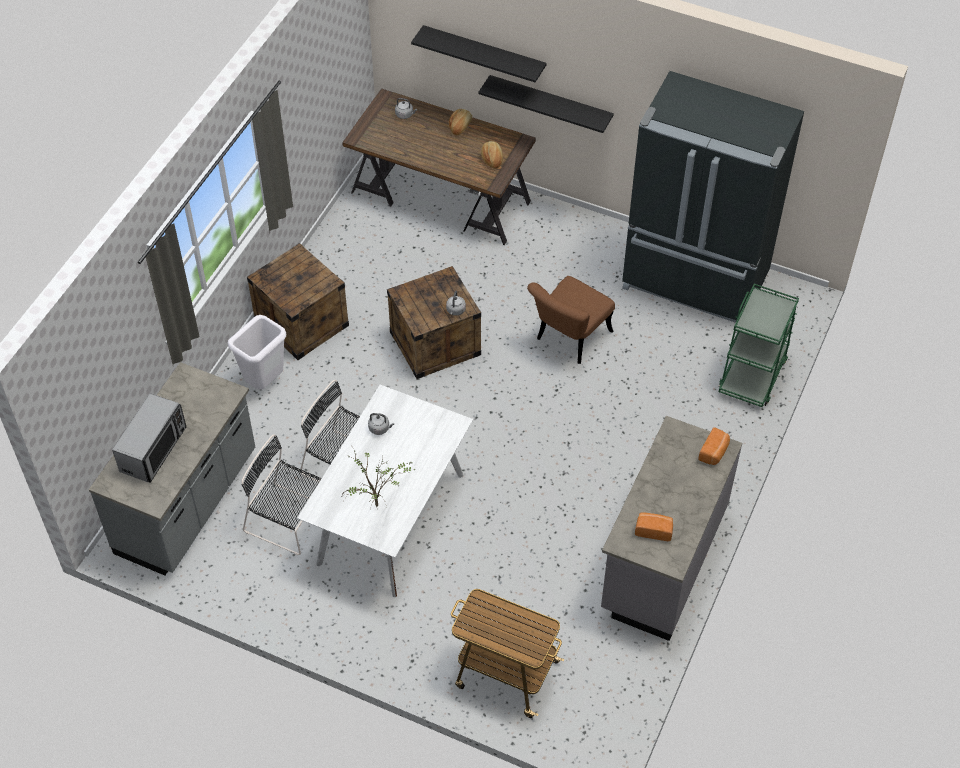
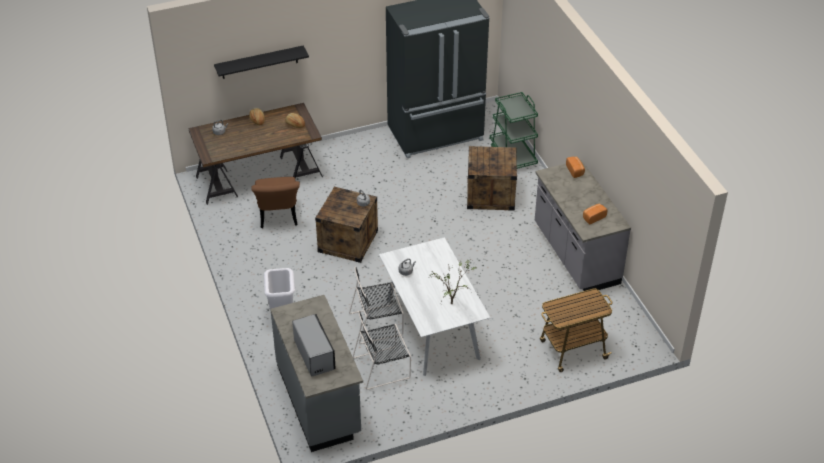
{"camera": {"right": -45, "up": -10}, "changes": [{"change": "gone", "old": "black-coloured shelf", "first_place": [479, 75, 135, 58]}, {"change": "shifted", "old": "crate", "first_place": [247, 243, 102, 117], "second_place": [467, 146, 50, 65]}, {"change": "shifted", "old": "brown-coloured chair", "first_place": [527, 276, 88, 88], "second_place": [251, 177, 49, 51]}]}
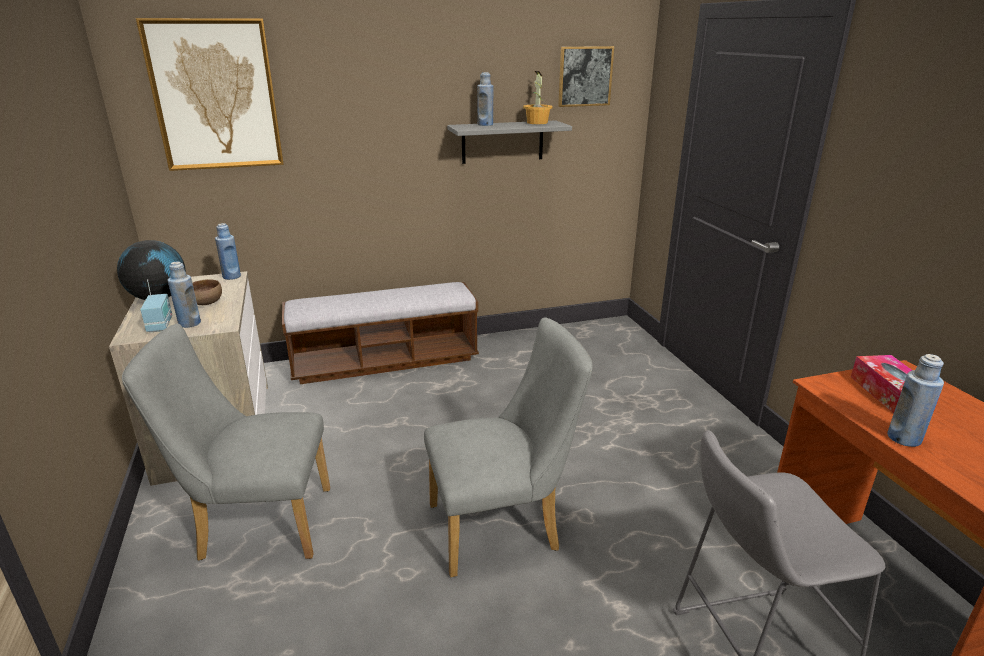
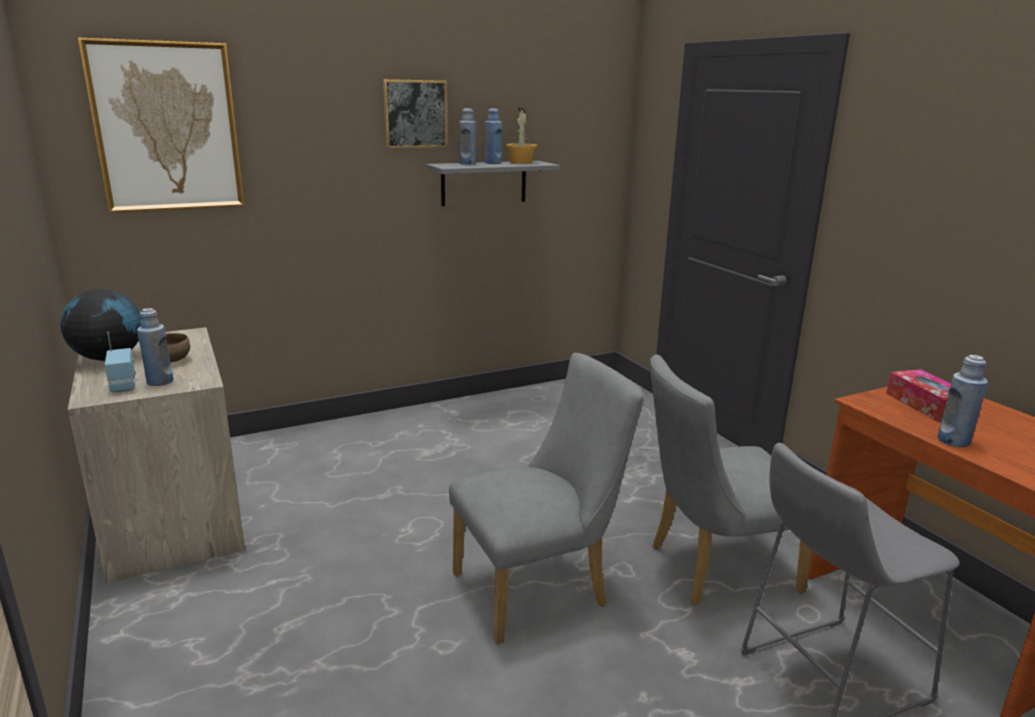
{"camera": {"right": -10, "up": -5}, "changes": [{"change": "gone", "old": "bench", "first_place": [282, 282, 197, 102]}, {"change": "shifted", "old": "greyish chair", "first_place": [122, 323, 208, 238], "second_place": [650, 354, 162, 252]}, {"change": "shifted", "old": "blue-coloured beverage bottle", "first_place": [215, 223, 26, 57], "second_place": [484, 108, 18, 56]}, {"change": "shifted", "old": "wall picture", "first_place": [558, 46, 56, 61], "second_place": [383, 79, 65, 69]}]}
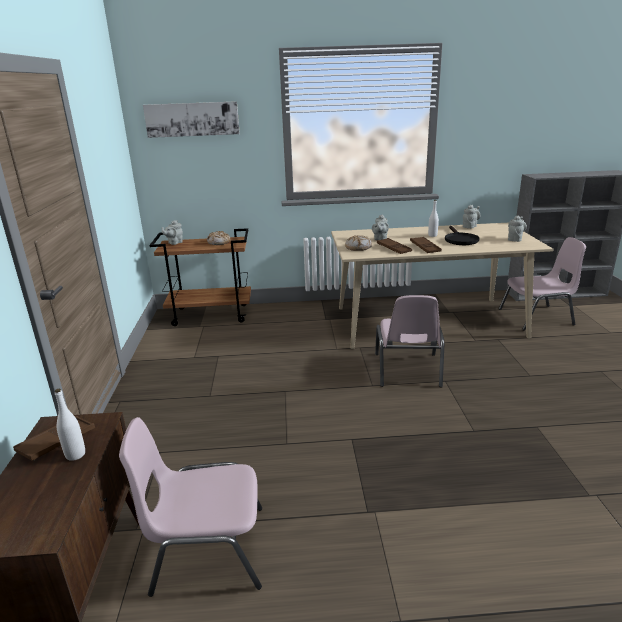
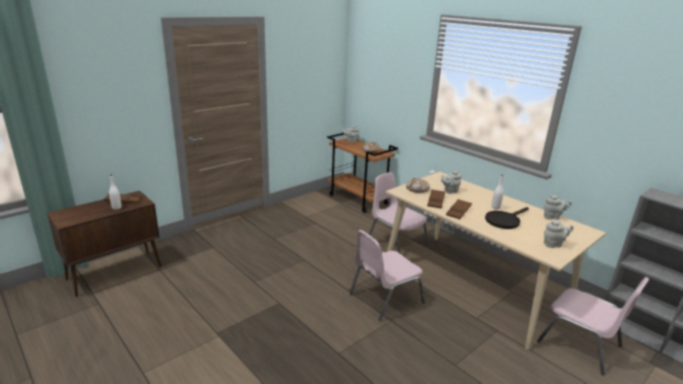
{"camera": {"right": 50, "up": 0}, "changes": [{"change": "gone", "old": "wall picture", "first_place": [143, 101, 97, 37]}, {"change": "shifted", "old": "pink-coloured chair", "first_place": [119, 417, 143, 180], "second_place": [369, 172, 59, 82]}]}
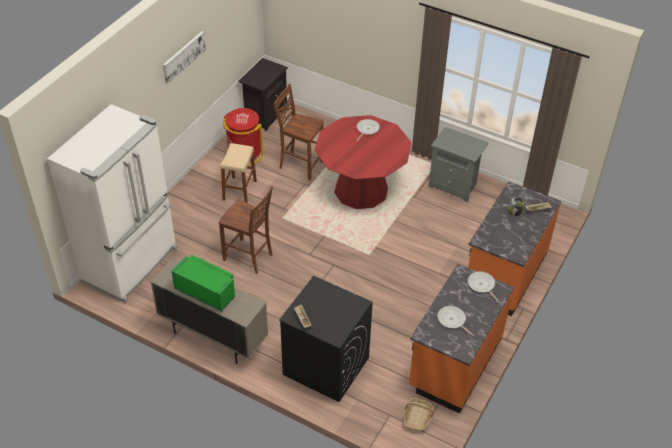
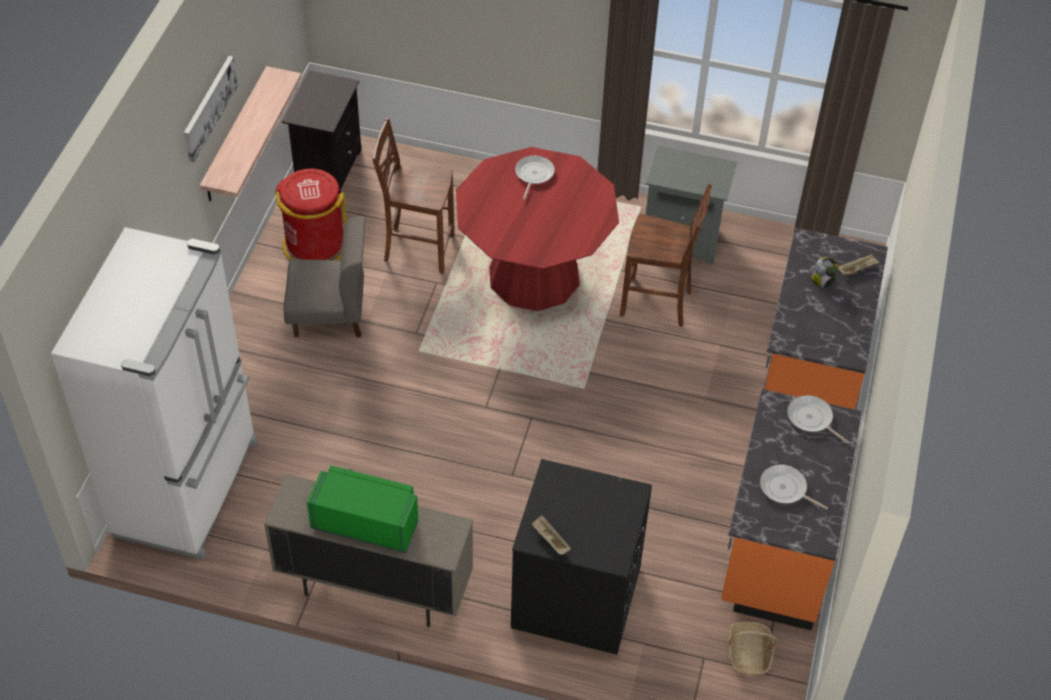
{"camera": {"right": -15, "up": 5}, "changes": [{"change": "new", "new": "shelf", "second_place": [200, 66, 102, 135]}, {"change": "shifted", "old": "brown-coloured chair", "first_place": [219, 186, 54, 88], "second_place": [620, 184, 92, 143]}, {"change": "swapped", "old": "beige stool", "new": "greyish chair", "first_place": [220, 143, 37, 60], "second_place": [284, 217, 81, 120]}]}
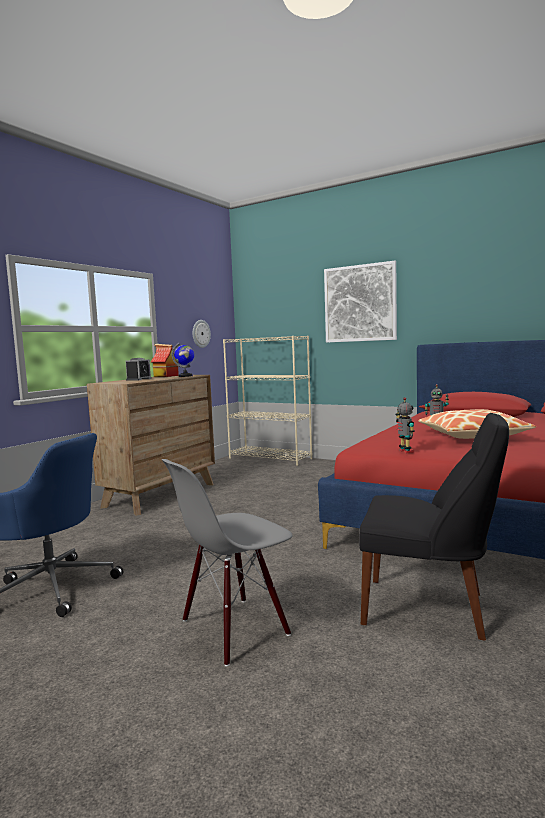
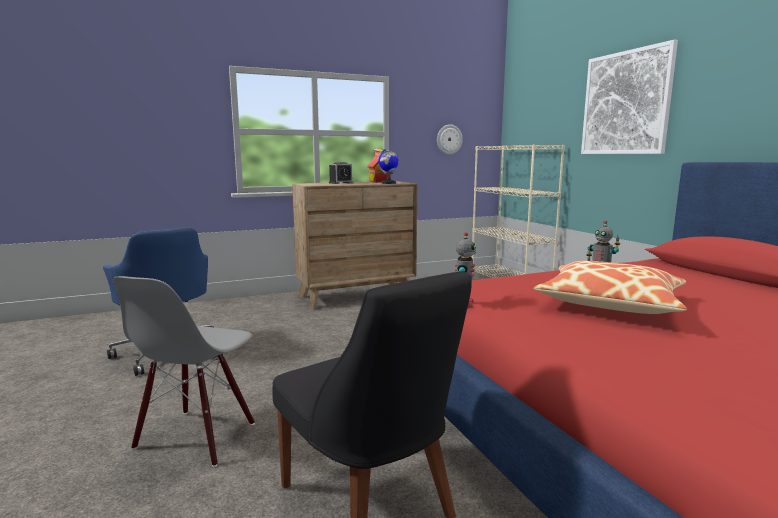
{"camera": {"right": 35, "up": 5}, "changes": [{"change": "rotated", "old": "greyish chair", "first_place": [162, 459, 131, 207], "second_place": [113, 276, 142, 191], "degrees": -75}]}
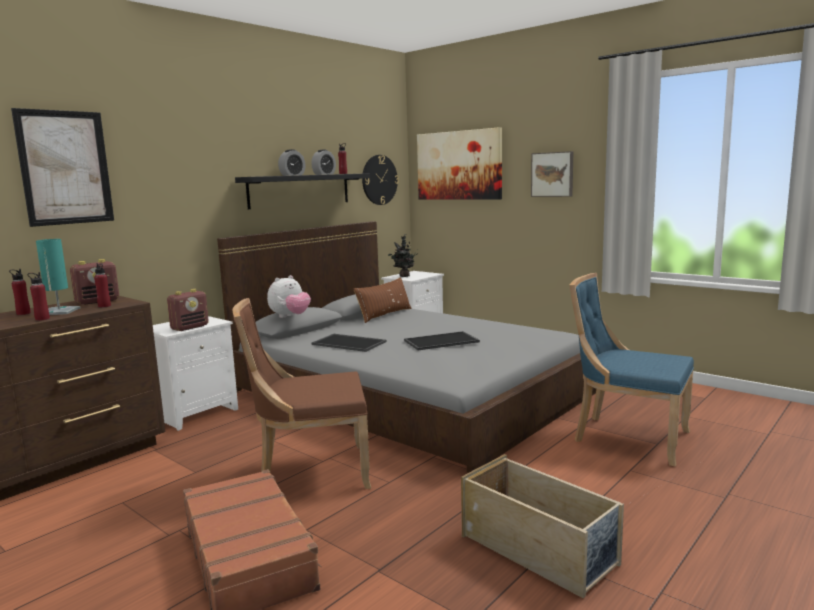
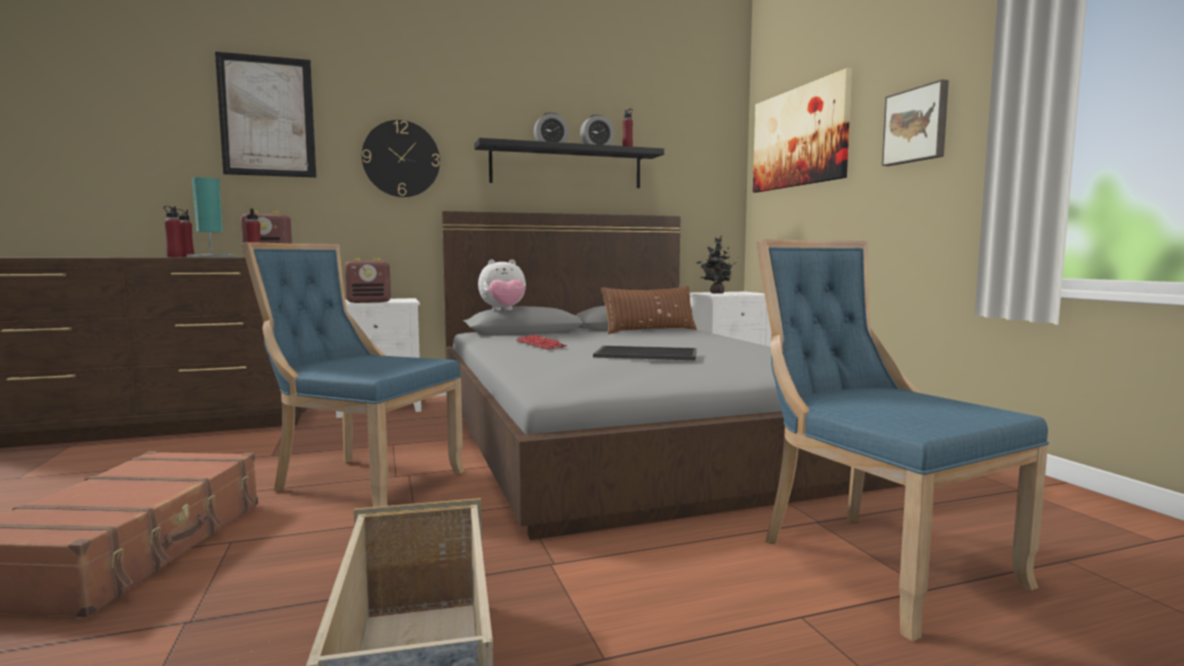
{"camera": {"right": 30, "up": -5}, "changes": [{"change": "shifted", "old": "hanging clock", "first_place": [362, 155, 37, 50], "second_place": [362, 120, 78, 77]}, {"change": "swapped", "old": "tray", "new": "keyboard", "first_place": [312, 334, 75, 18], "second_place": [516, 335, 51, 15]}, {"change": "repainted", "old": "brown-coloured chair", "new": "blue-coloured chair", "first_place": [232, 298, 139, 191], "second_place": [242, 242, 223, 265]}]}
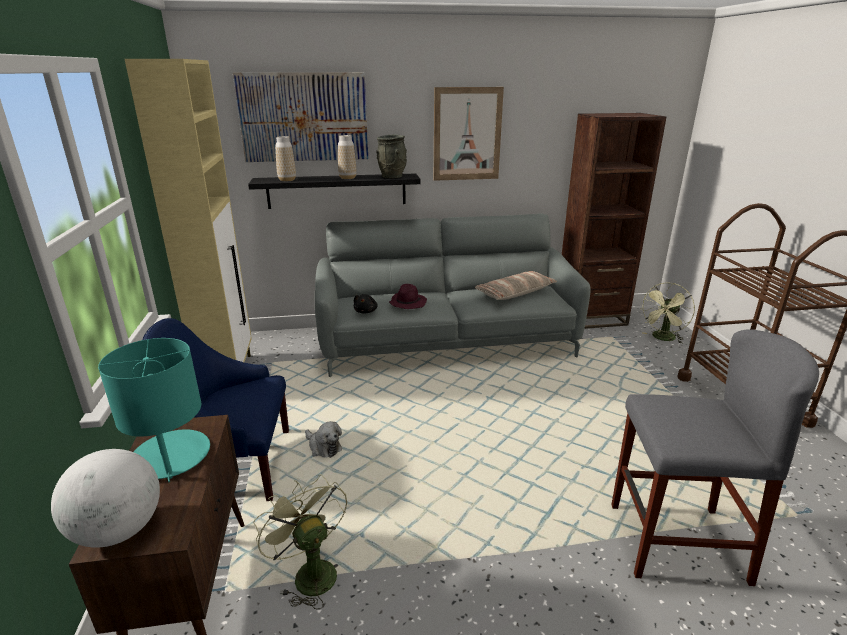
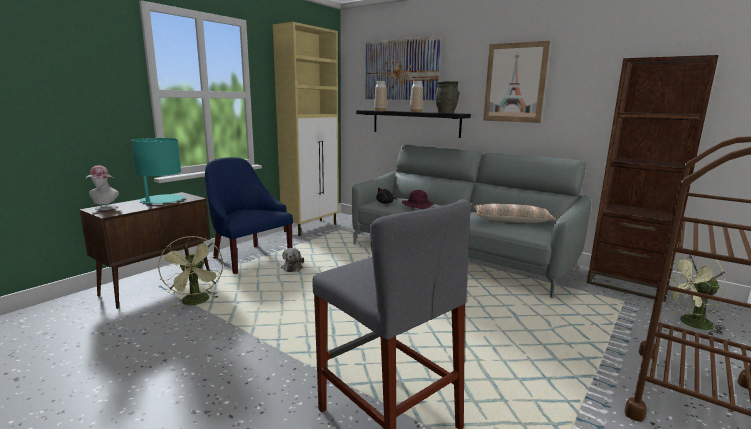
{"camera": {"right": 45, "up": -10}, "changes": [{"change": "swapped", "old": "world globe", "new": "clothing hat", "first_place": [51, 449, 109, 99], "second_place": [86, 165, 33, 45]}, {"change": "rotated", "old": "green electric fan", "first_place": [253, 474, 94, 135], "second_place": [158, 236, 65, 72], "degrees": 150}]}
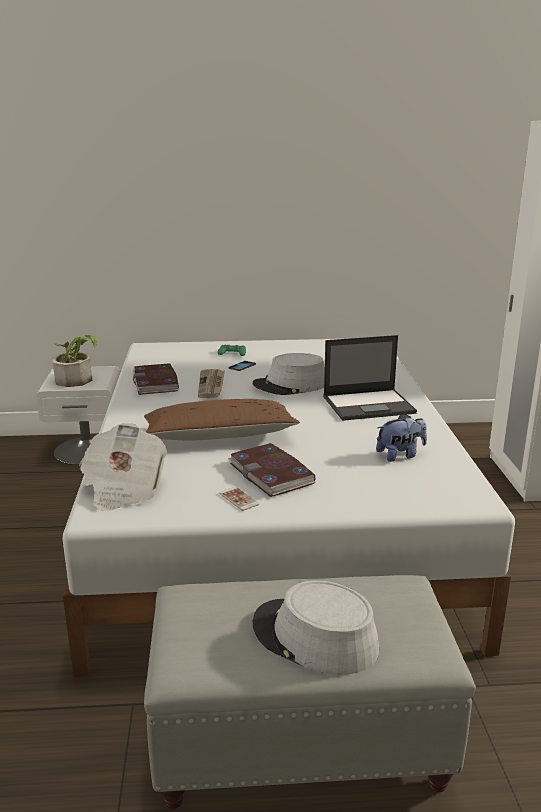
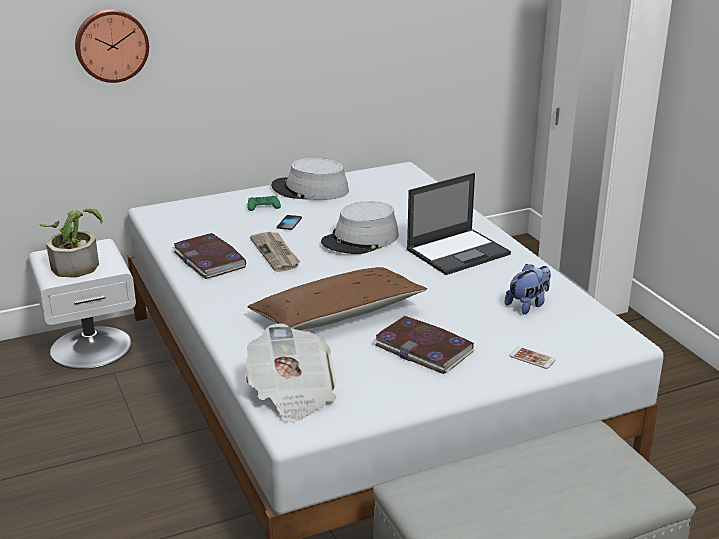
{"camera": {"right": -20, "up": 5}, "changes": [{"change": "new", "new": "hanging clock", "second_place": [75, 9, 74, 74]}, {"change": "shifted", "old": "handset", "first_place": [219, 487, 40, 24], "second_place": [509, 347, 47, 22]}, {"change": "shifted", "old": "greyish clothing hat", "first_place": [253, 580, 126, 95], "second_place": [271, 158, 78, 42]}]}
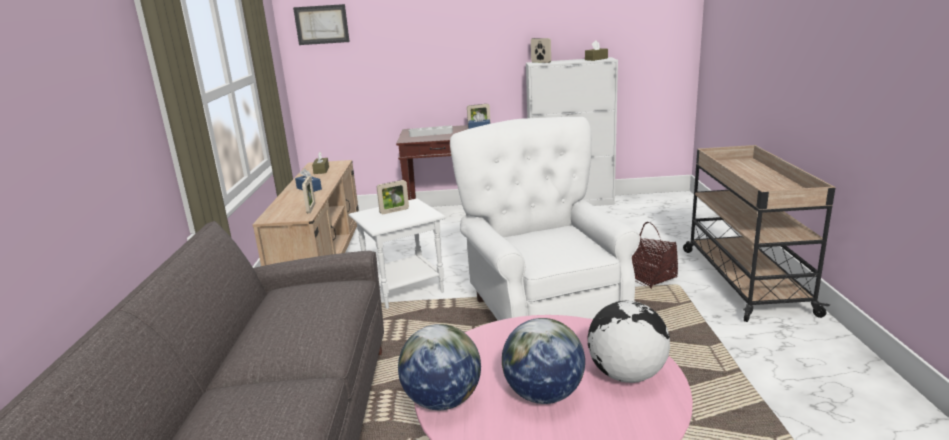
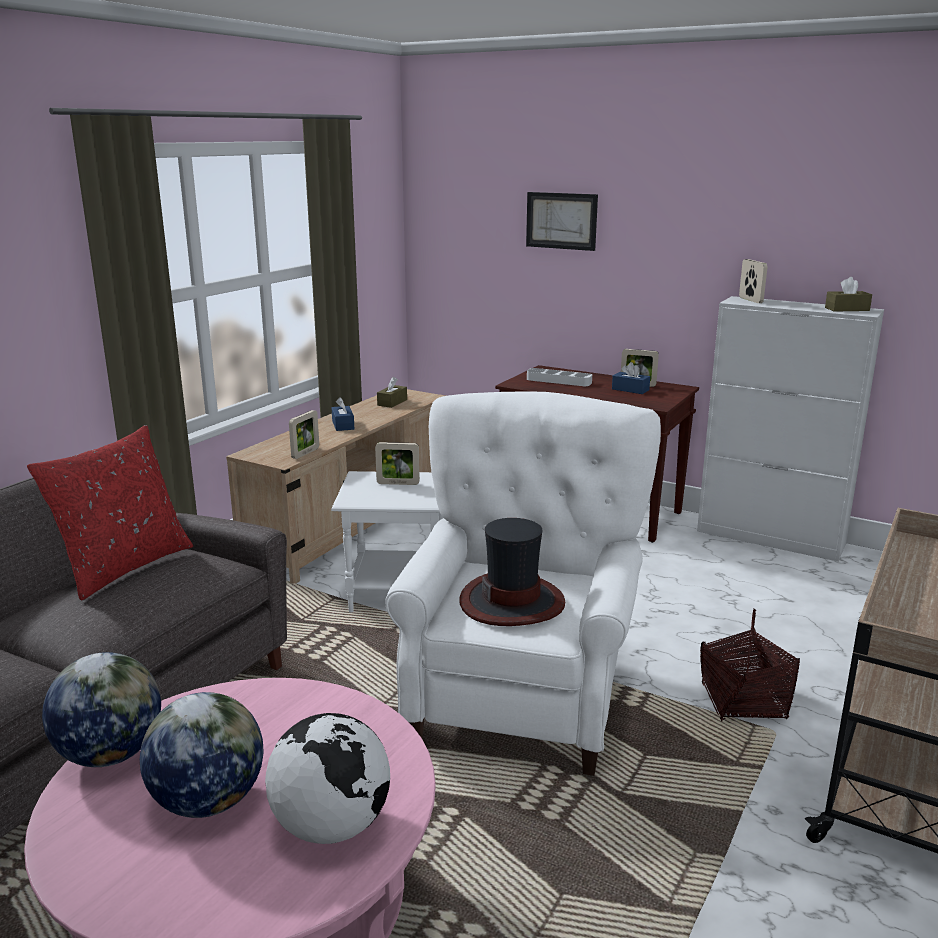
{"camera": {"right": 30, "up": 0}, "changes": [{"change": "new", "new": "reddish throw pillow", "second_place": [27, 425, 166, 175]}, {"change": "new", "new": "clothing hat", "second_place": [459, 518, 106, 108]}, {"change": "shifted", "old": "wall picture", "first_place": [293, 4, 57, 41], "second_place": [526, 192, 72, 59]}]}
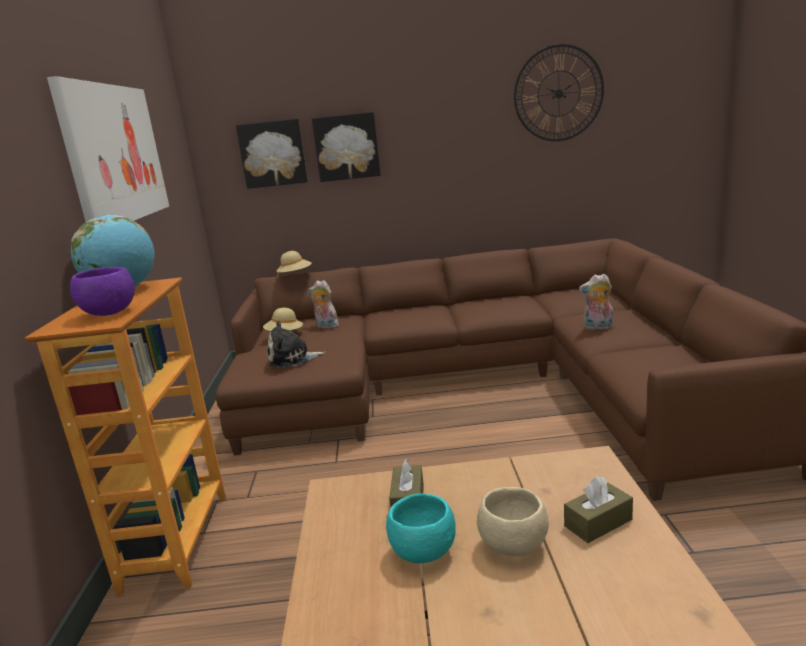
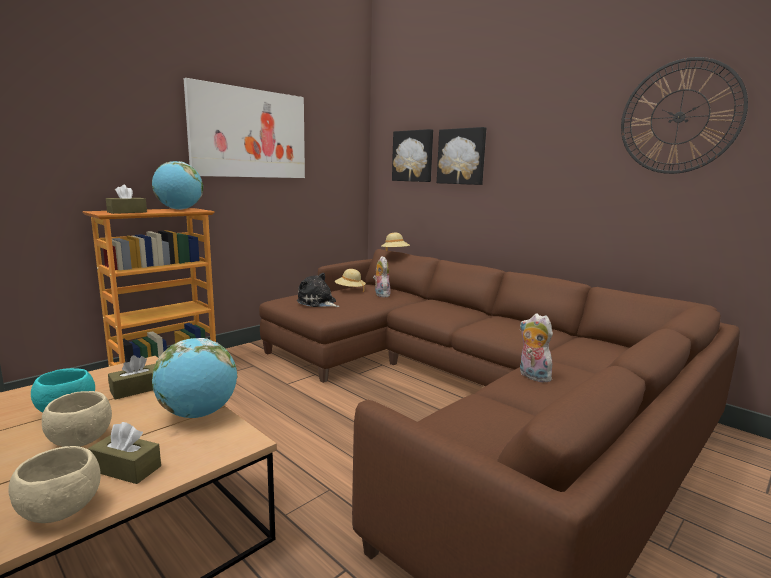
{"camera": {"right": 45, "up": -5}, "changes": [{"change": "new", "new": "beige bowl", "second_place": [8, 446, 93, 77]}, {"change": "new", "new": "world globe", "second_place": [152, 338, 86, 80]}, {"change": "swapped", "old": "purple-coloured bowl", "new": "brown-coloured tissue holder", "first_place": [70, 267, 65, 49], "second_place": [106, 185, 41, 29]}]}
